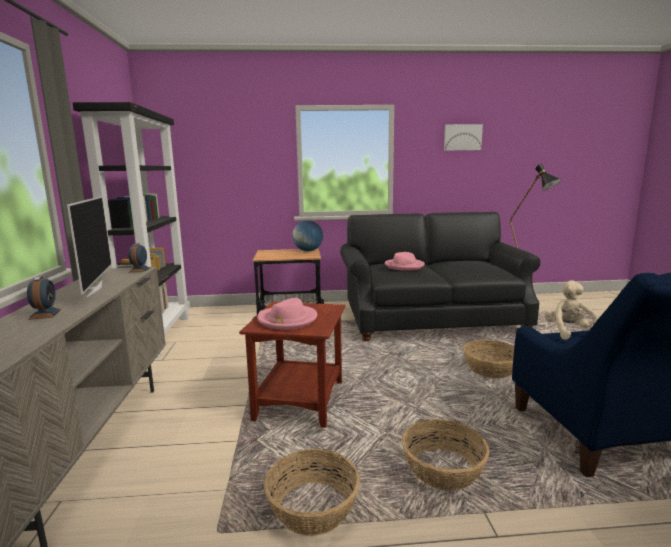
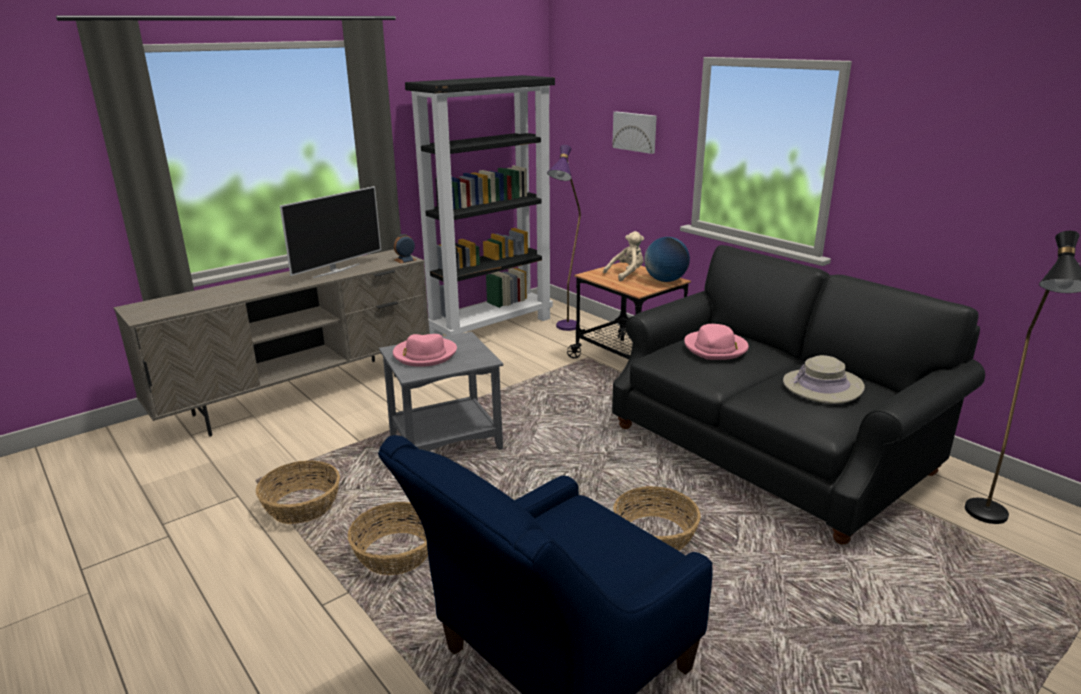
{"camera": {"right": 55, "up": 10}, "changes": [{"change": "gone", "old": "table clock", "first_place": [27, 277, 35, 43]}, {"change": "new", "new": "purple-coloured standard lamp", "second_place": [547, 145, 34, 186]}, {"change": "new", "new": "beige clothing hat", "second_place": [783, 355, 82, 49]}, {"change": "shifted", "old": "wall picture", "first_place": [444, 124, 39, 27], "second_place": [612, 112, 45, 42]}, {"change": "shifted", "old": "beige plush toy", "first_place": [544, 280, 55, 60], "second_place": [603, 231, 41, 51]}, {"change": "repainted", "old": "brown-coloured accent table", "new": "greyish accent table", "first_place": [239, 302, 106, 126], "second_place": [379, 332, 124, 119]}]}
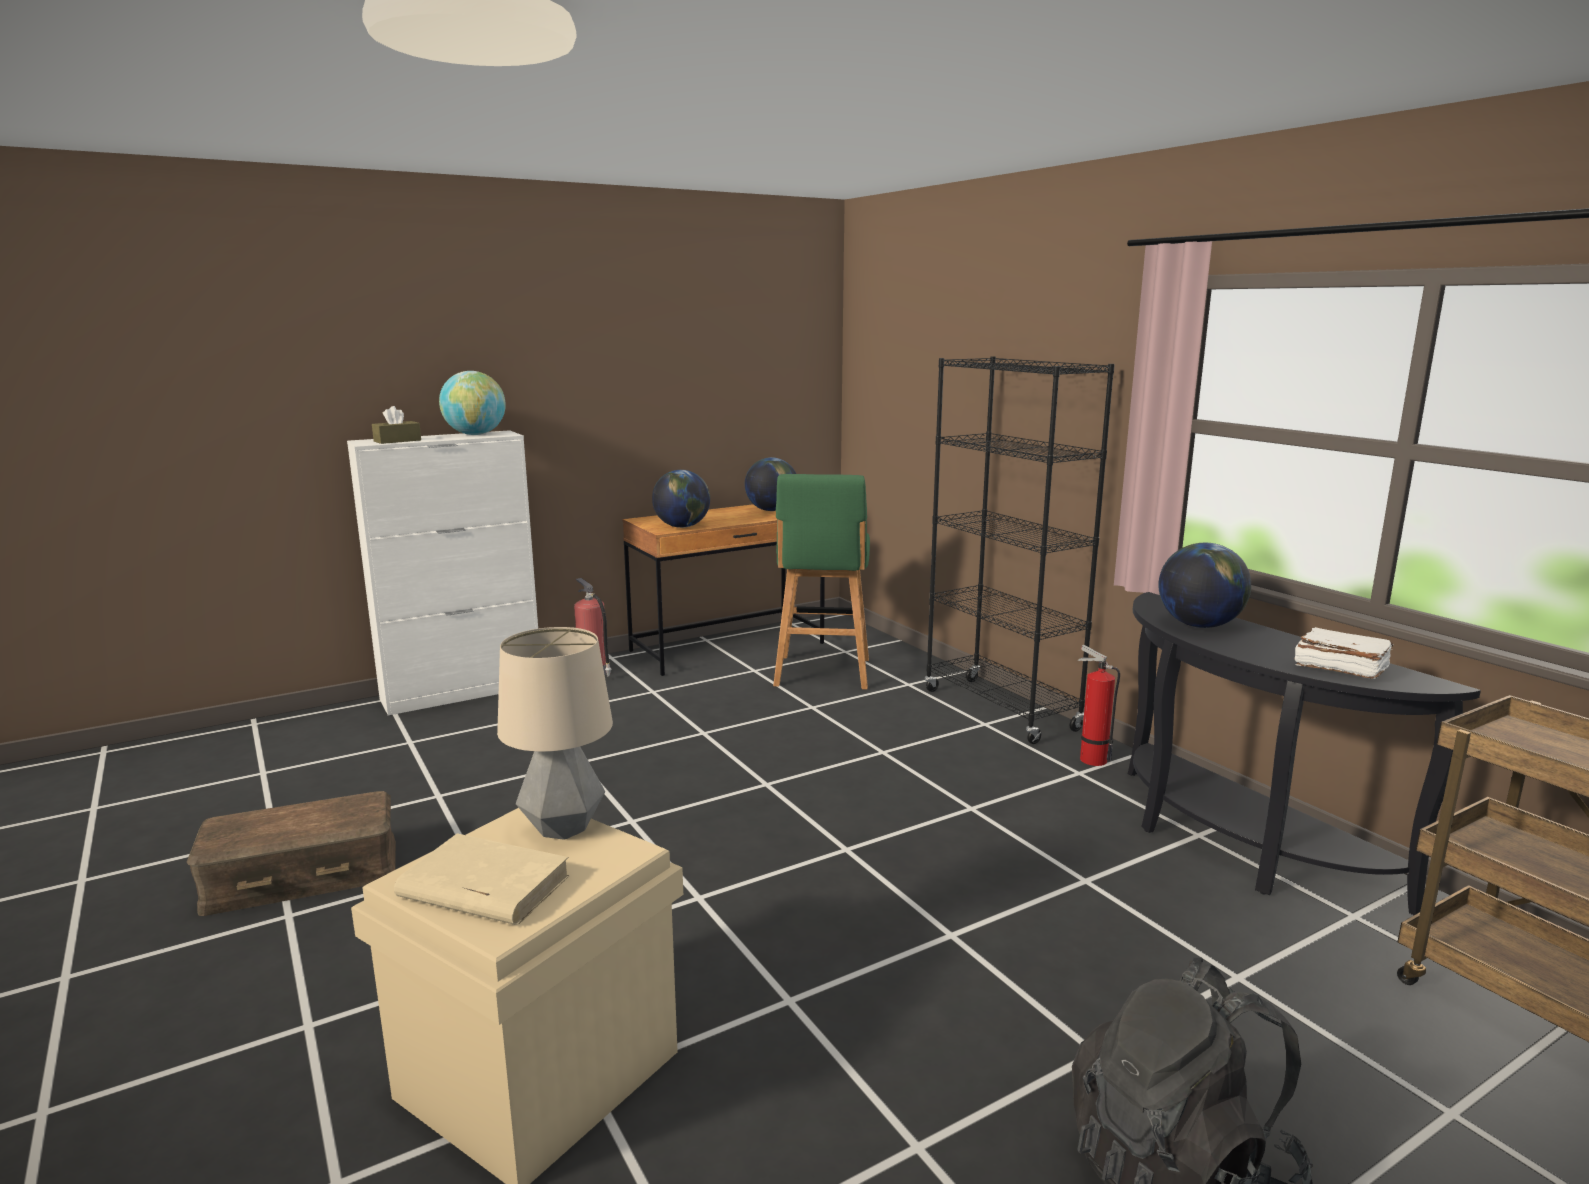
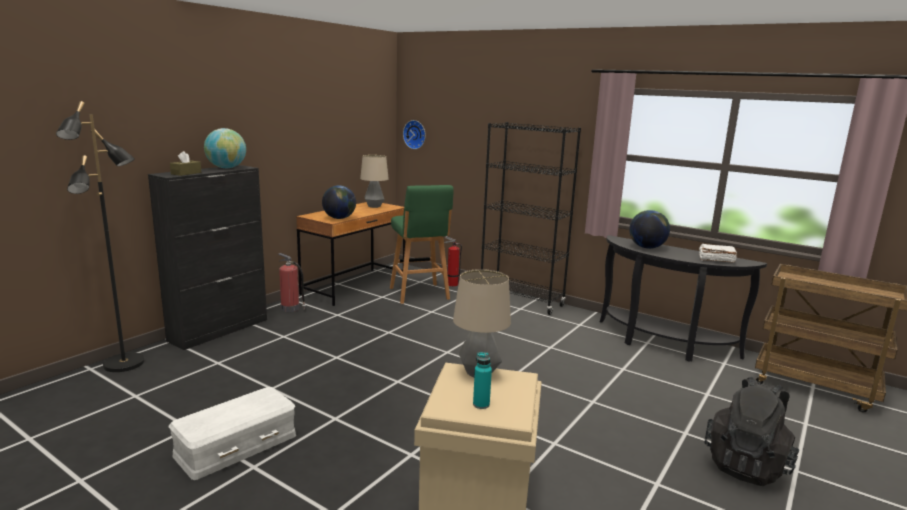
{"camera": {"right": -25, "up": 0}, "changes": [{"change": "new", "new": "black-coloured standard lamp", "second_place": [56, 101, 89, 271]}, {"change": "new", "new": "hanging clock", "second_place": [403, 120, 23, 29]}, {"change": "shifted", "old": "fire-fighting cylinder", "first_place": [1078, 645, 42, 121], "second_place": [444, 236, 18, 50]}, {"change": "swapped", "old": "beige volume", "new": "blue-green beverage bottle", "first_place": [394, 833, 176, 92], "second_place": [473, 352, 19, 57]}, {"change": "swapped", "old": "world globe", "new": "tabletop lamp", "first_place": [745, 457, 51, 54], "second_place": [360, 155, 29, 53]}, {"change": "repainted", "old": "brown-coloured storage container", "new": "white storage container", "first_place": [186, 791, 210, 125], "second_place": [169, 387, 127, 93]}, {"change": "repainted", "old": "white cabinet", "new": "black-coloured cabinet", "first_place": [347, 430, 191, 285], "second_place": [148, 165, 119, 185]}]}
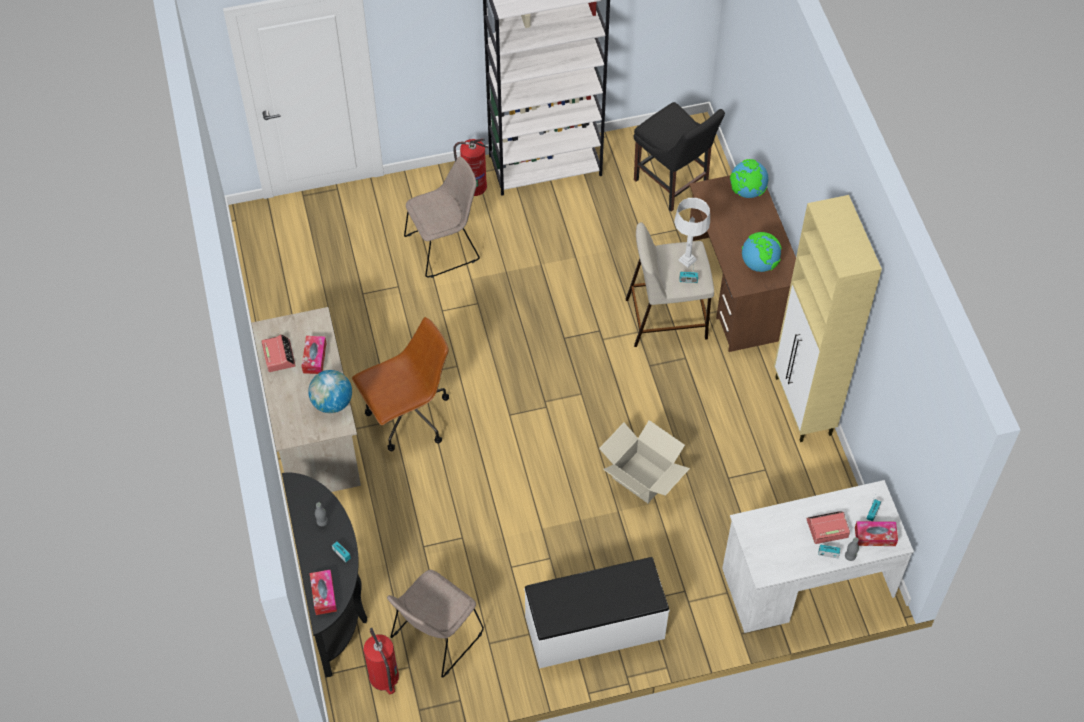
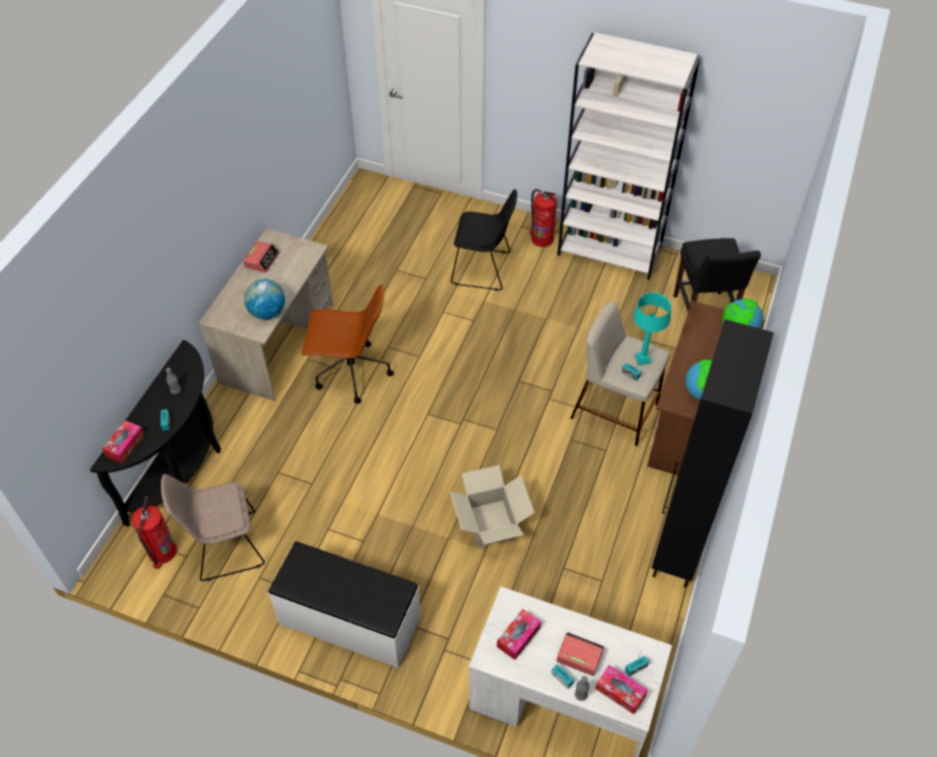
{"camera": {"right": 35, "up": -5}, "changes": [{"change": "shifted", "old": "tissue holder", "first_place": [302, 336, 25, 38], "second_place": [497, 609, 44, 51]}, {"change": "repainted", "old": "beige chair", "new": "black-coloured chair", "first_place": [404, 157, 76, 121], "second_place": [451, 189, 66, 102]}, {"change": "repainted", "old": "white tabletop lamp", "new": "blue-green tabletop lamp", "first_place": [674, 198, 36, 70], "second_place": [633, 293, 38, 72]}, {"change": "repainted", "old": "beige cabinet", "new": "black-coloured cabinet", "first_place": [774, 195, 108, 247], "second_place": [651, 319, 123, 269]}]}
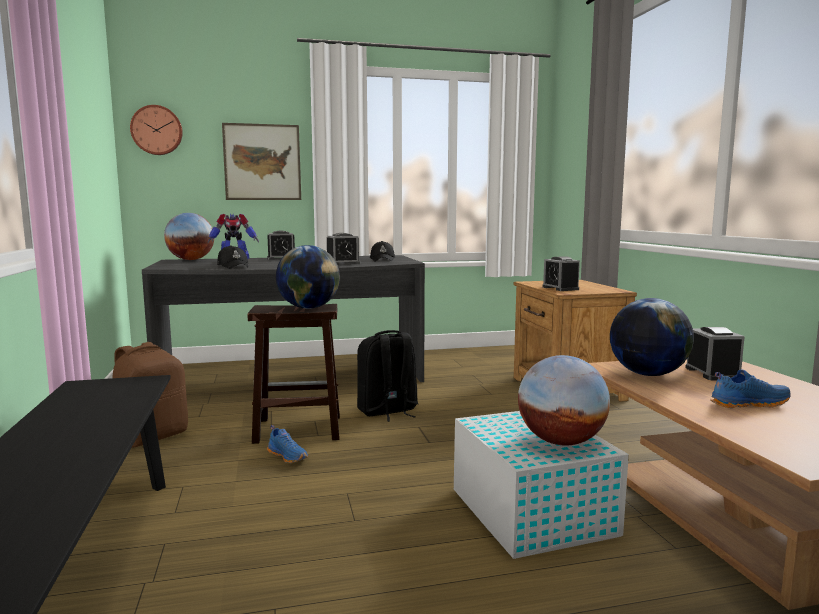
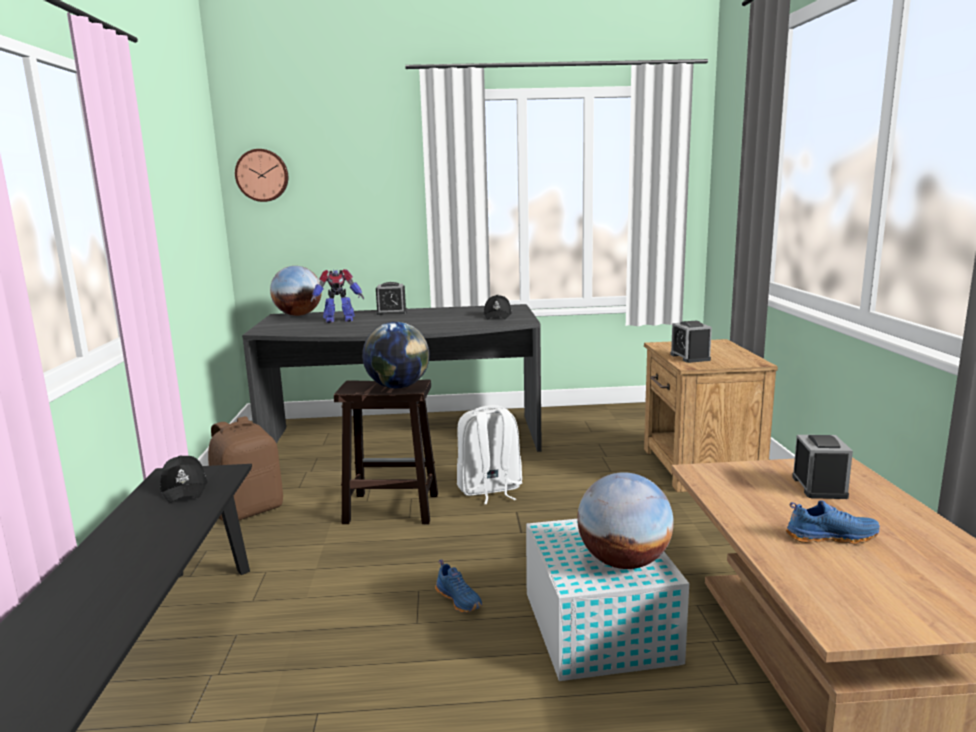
{"camera": {"right": 10, "up": 5}, "changes": [{"change": "gone", "old": "wall picture", "first_place": [222, 123, 79, 77]}, {"change": "gone", "old": "table clock", "first_place": [327, 233, 34, 32]}, {"change": "gone", "old": "world globe", "first_place": [610, 298, 84, 78]}, {"change": "shifted", "old": "black-coloured peaked cap", "first_place": [217, 245, 31, 24], "second_place": [160, 455, 48, 48]}, {"change": "shifted", "old": "blue-coloured shoe", "first_place": [267, 425, 41, 38], "second_place": [435, 559, 47, 54]}, {"change": "repainted", "old": "black-coloured backpack", "new": "white backpack", "first_place": [357, 330, 61, 92], "second_place": [457, 405, 65, 99]}]}
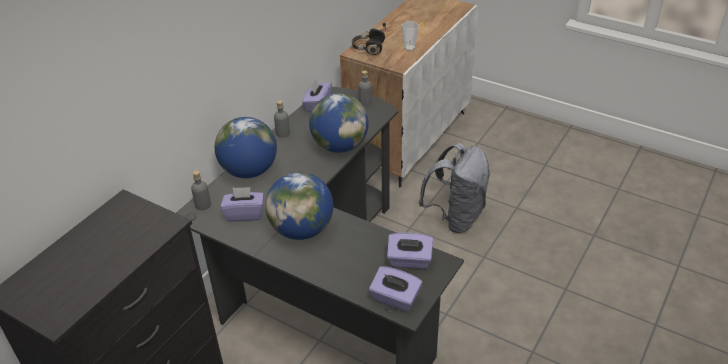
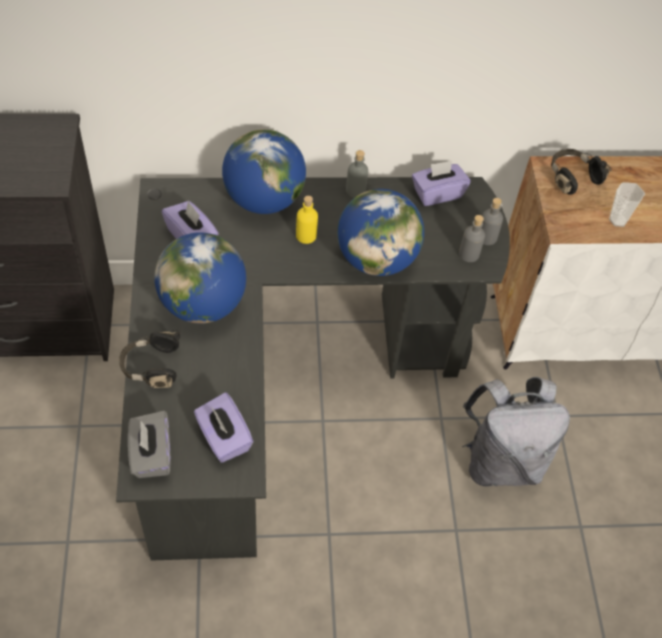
{"camera": {"right": 50, "up": 15}, "changes": [{"change": "new", "new": "black-coloured headset", "second_place": [119, 330, 61, 58]}, {"change": "new", "new": "yellow-coloured beverage bottle", "second_place": [296, 196, 22, 48]}, {"change": "shifted", "old": "greyish beverage bottle", "first_place": [191, 170, 20, 40], "second_place": [459, 215, 26, 47]}, {"change": "repainted", "old": "purple-coloured tissue holder", "new": "greyish tissue holder", "first_place": [369, 266, 54, 46], "second_place": [128, 411, 43, 67]}]}
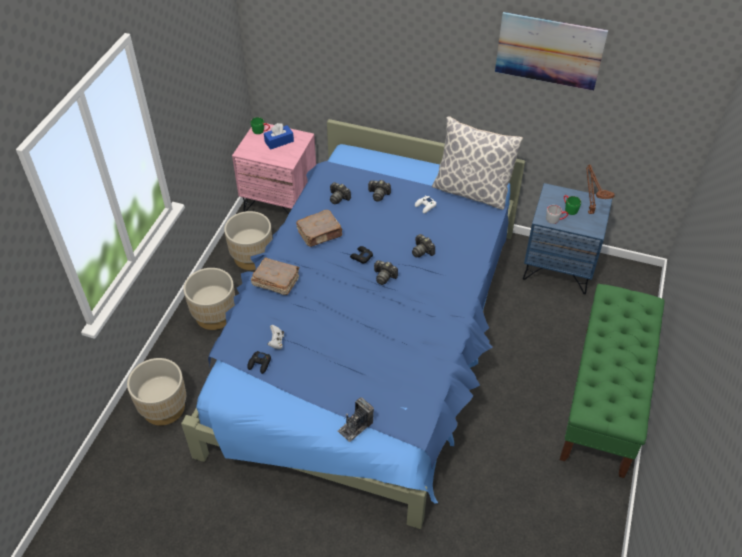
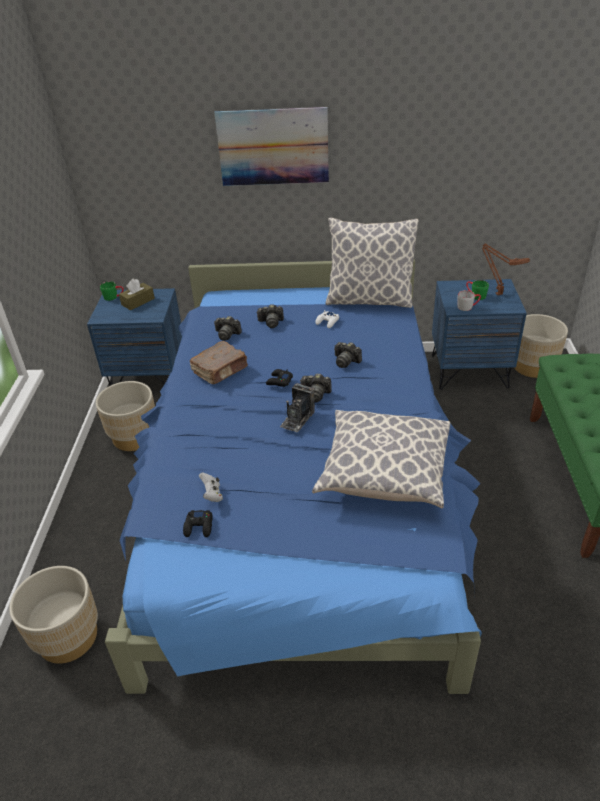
{"camera": {"right": -15, "up": -10}, "changes": [{"change": "gone", "old": "brown-coloured volume", "first_place": [251, 257, 49, 38]}, {"change": "new", "new": "throw pillow", "second_place": [312, 410, 138, 98]}, {"change": "shifted", "old": "beige plant pot", "first_place": [183, 268, 52, 62], "second_place": [514, 314, 54, 64]}, {"change": "shifted", "old": "photo camera", "first_place": [337, 397, 37, 45], "second_place": [280, 383, 35, 50]}, {"change": "shifted", "old": "wall picture", "first_place": [495, 12, 113, 79], "second_place": [214, 107, 115, 79]}, {"change": "repainted", "old": "pink-coloured night table", "new": "blue-coloured night table", "first_place": [232, 123, 84, 91], "second_place": [87, 288, 95, 98]}, {"change": "repainted", "old": "blue-coloured tissue holder", "new": "brown-coloured tissue holder", "first_place": [264, 123, 30, 27], "second_place": [119, 279, 36, 31]}]}
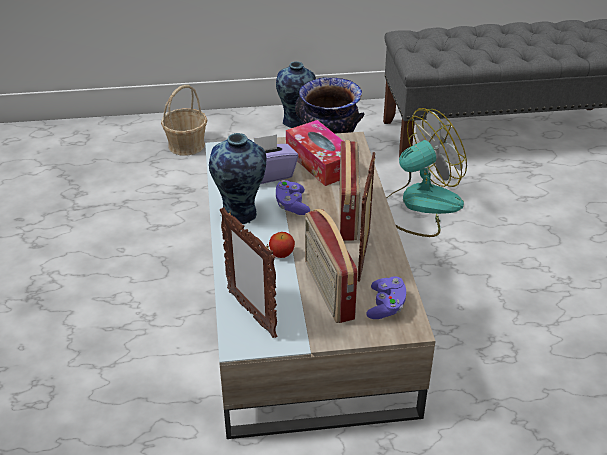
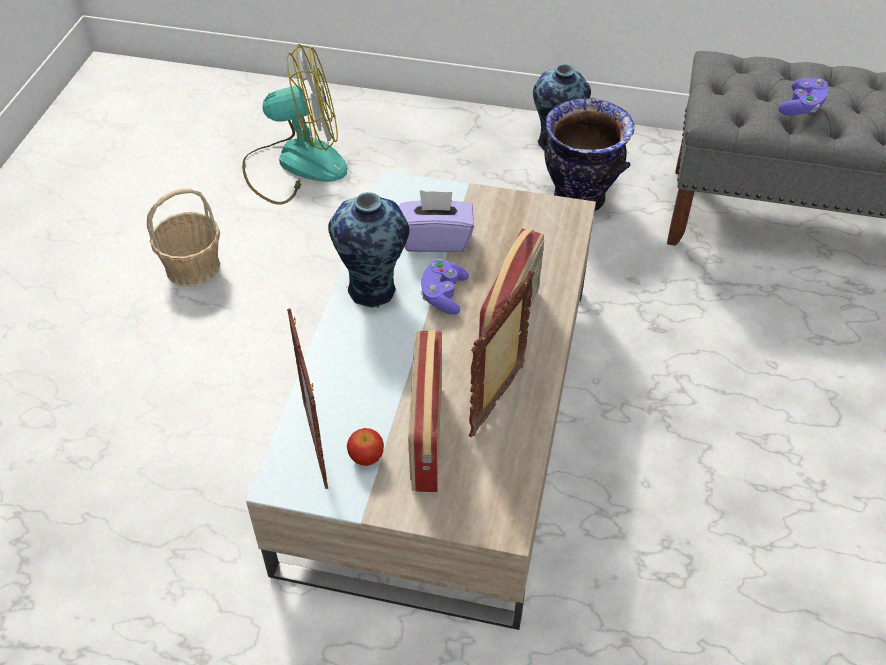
{"camera": {"right": 20, "up": 10}, "changes": [{"change": "gone", "old": "tissue holder", "first_place": [286, 120, 57, 66]}, {"change": "shifted", "old": "basket", "first_place": [161, 85, 46, 71], "second_place": [147, 189, 73, 97]}, {"change": "shifted", "old": "whole apple", "first_place": [269, 232, 26, 26], "second_place": [347, 428, 37, 38]}, {"change": "shifted", "old": "purple-coloured game controller", "first_place": [366, 276, 40, 43], "second_place": [778, 78, 50, 38]}, {"change": "shifted", "old": "electric fan", "first_place": [386, 108, 81, 129], "second_place": [242, 44, 105, 161]}]}
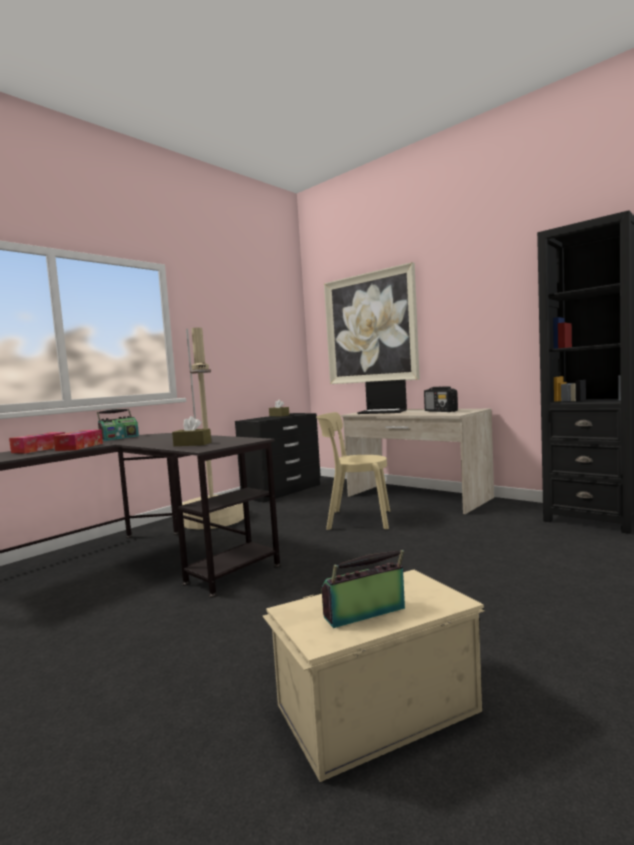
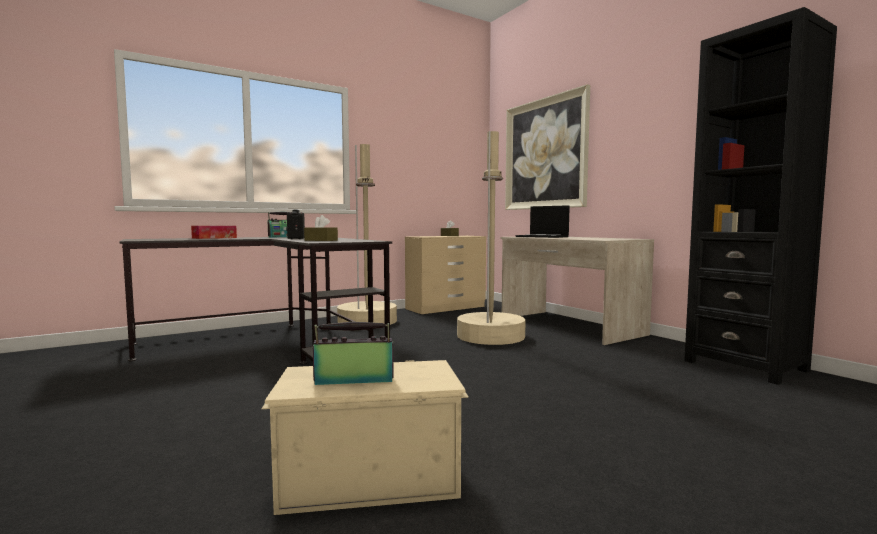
{"camera": {"right": 15, "up": 0}, "changes": [{"change": "gone", "old": "tissue holder", "first_place": [53, 429, 50, 22]}, {"change": "shifted", "old": "radio set", "first_place": [424, 386, 34, 26], "second_place": [286, 209, 19, 30]}, {"change": "swapped", "old": "beige chair", "new": "beige standard lamp", "first_place": [316, 412, 74, 118], "second_place": [457, 131, 69, 214]}, {"change": "repainted", "old": "black-coloured dresser", "new": "beige dresser", "first_place": [235, 413, 86, 89], "second_place": [405, 236, 81, 78]}]}
